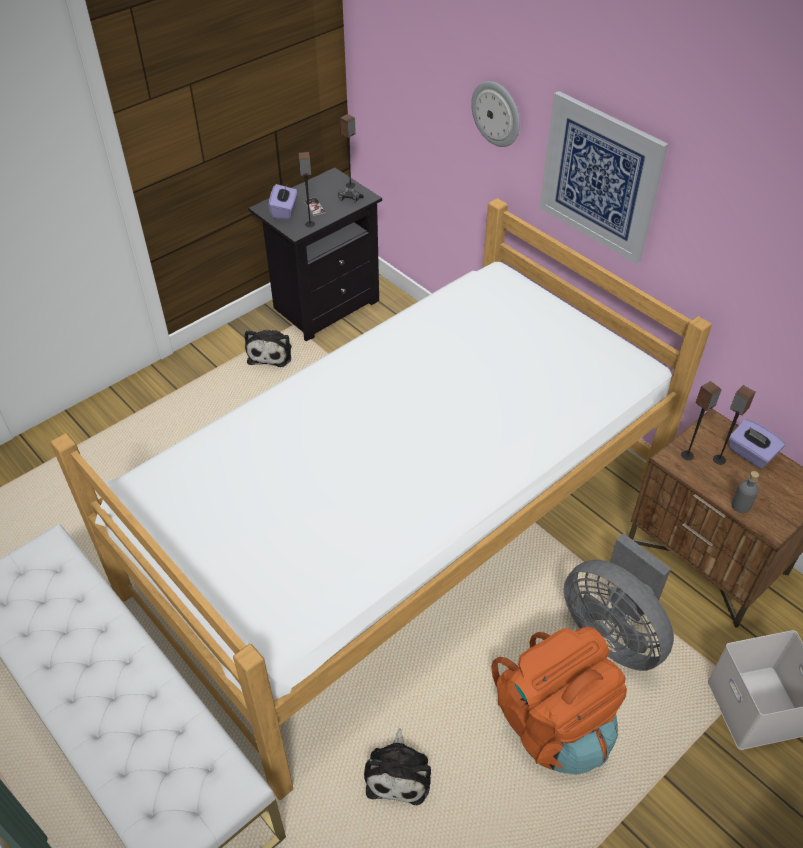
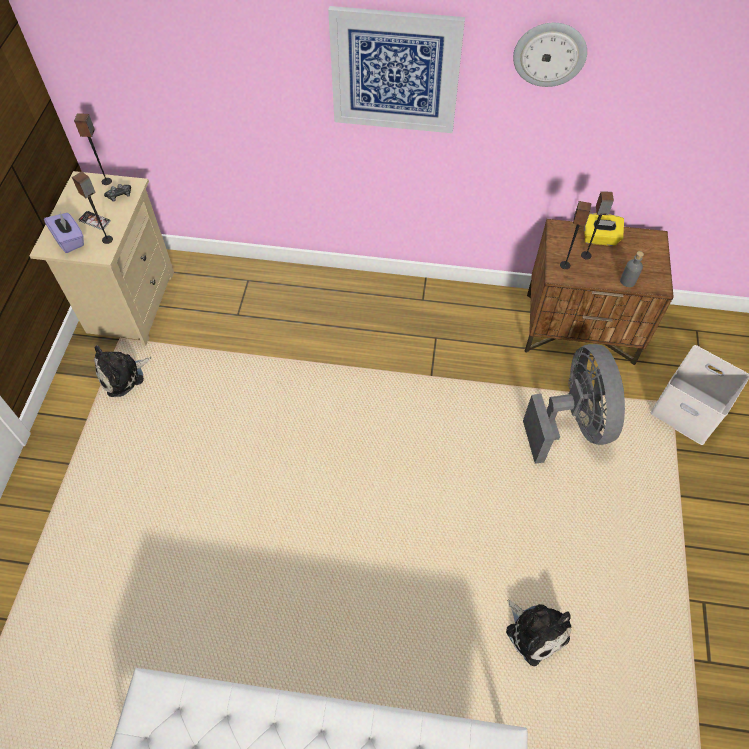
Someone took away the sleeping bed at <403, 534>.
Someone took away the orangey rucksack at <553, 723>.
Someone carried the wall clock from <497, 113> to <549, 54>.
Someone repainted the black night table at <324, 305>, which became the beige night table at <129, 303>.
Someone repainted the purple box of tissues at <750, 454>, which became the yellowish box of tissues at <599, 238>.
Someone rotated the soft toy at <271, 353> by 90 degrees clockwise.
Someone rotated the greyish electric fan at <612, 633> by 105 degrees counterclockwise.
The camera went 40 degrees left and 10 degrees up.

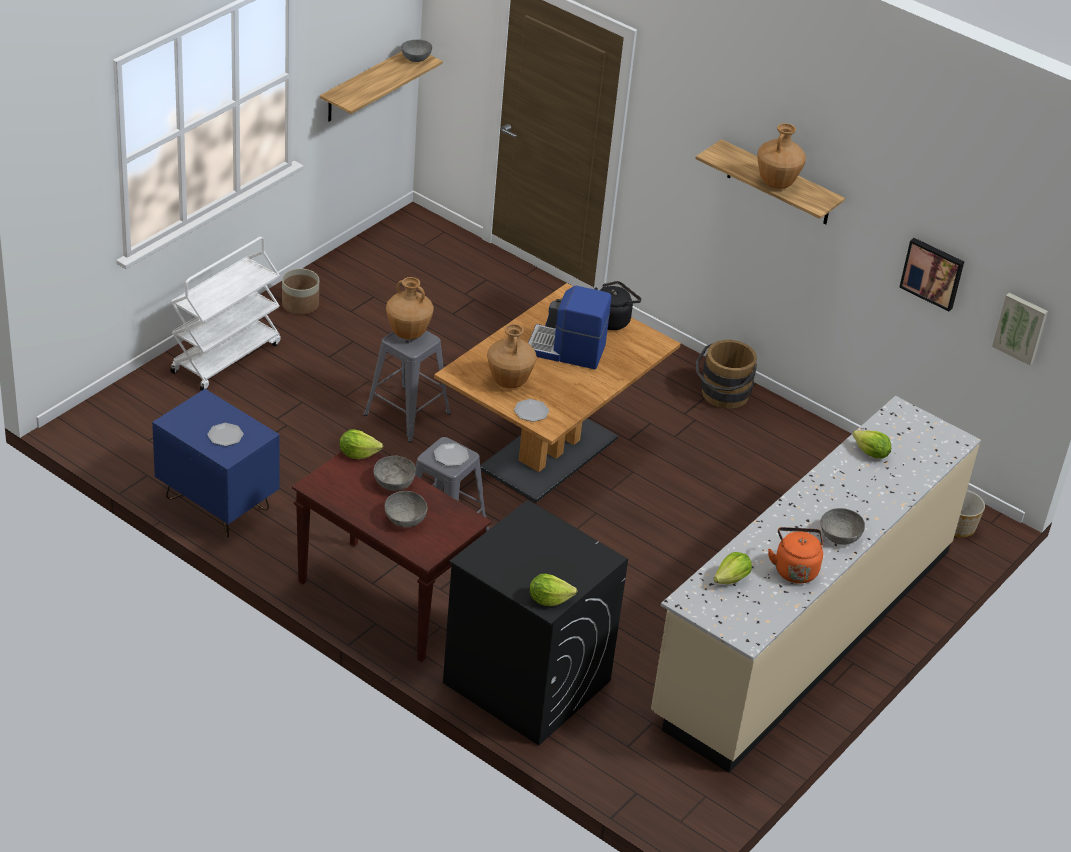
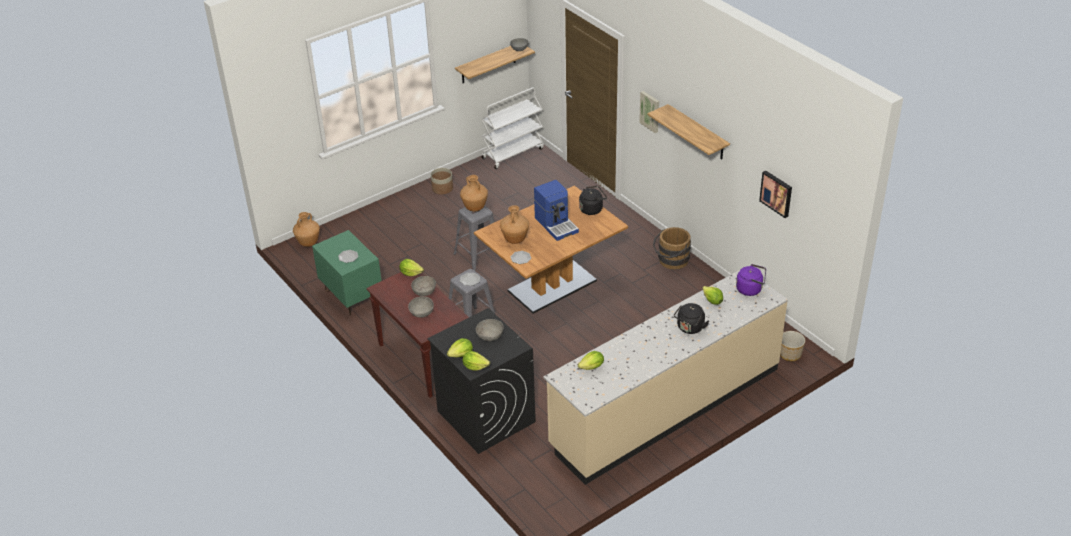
Someone took away the orangey kettle at <795, 569>.
Someone put down the head of lettuce at <461, 354>.
Someone put down the black kettle at <689, 328>.
Someone put down the purple kettle at <750, 289>.
Someone carried the whitish trolley from <226, 357> to <513, 153>.
Someone carried the brown-coloured decorative vase from <776, 183> to <308, 243>.
Someone carried the greyish bowl from <840, 536> to <490, 335>.
Someone carried the wall picture from <1021, 327> to <650, 111>.
Someone repainted the blue night table at <216, 504>, which became the green night table at <351, 296>.
Someone rotated the coffee machine at <566, 351> by 150 degrees counterclockwise.
The camera went 20 degrees right and 0 degrees up.

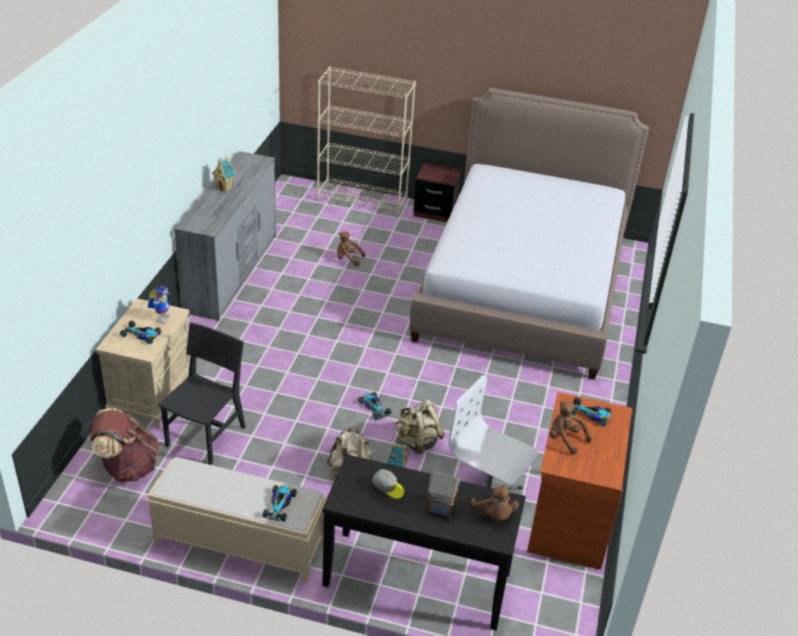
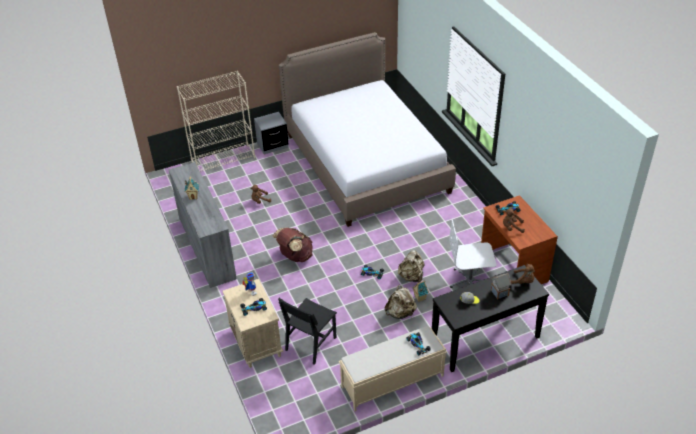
Someone carried the brown-coloured rucksack from <127, 467> to <295, 256>.
Someone repainted the brown-coloured night table at <435, 212>, which became the greyish night table at <272, 145>.
Someone rotated the black plain chair at <206, 436> by 135 degrees counterclockwise.
The camera went 35 degrees left and 5 degrees up.

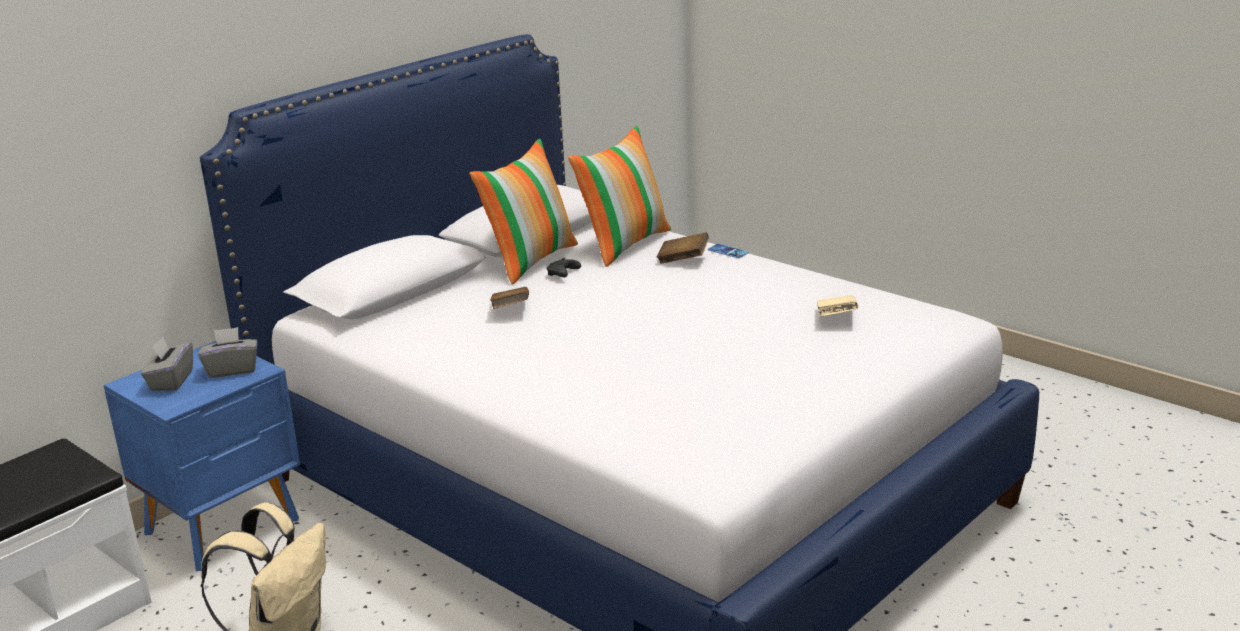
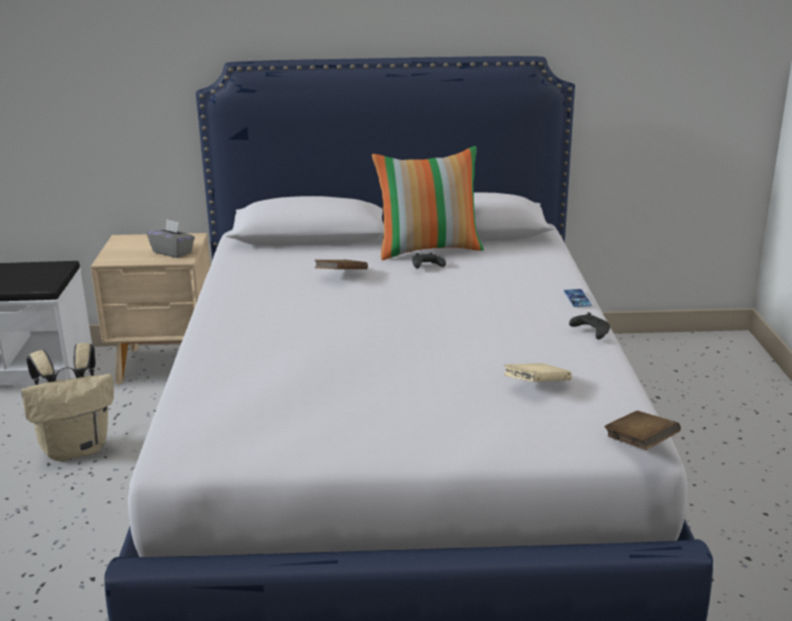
Someone took away the greyish box of tissues at <171, 381>.
Someone took away the pillow at <624, 244>.
Someone put down the black joypad at <590, 332>.
Someone carried the brown-coloured bound book from <683, 260> to <640, 444>.
Someone repainted the blue night table at <225, 526>, which became the beige night table at <168, 366>.
The camera went 45 degrees right and 0 degrees up.

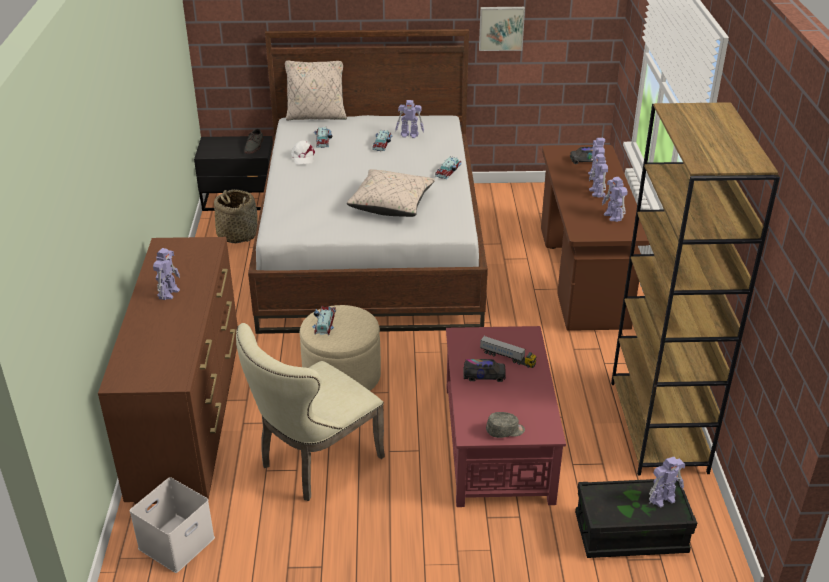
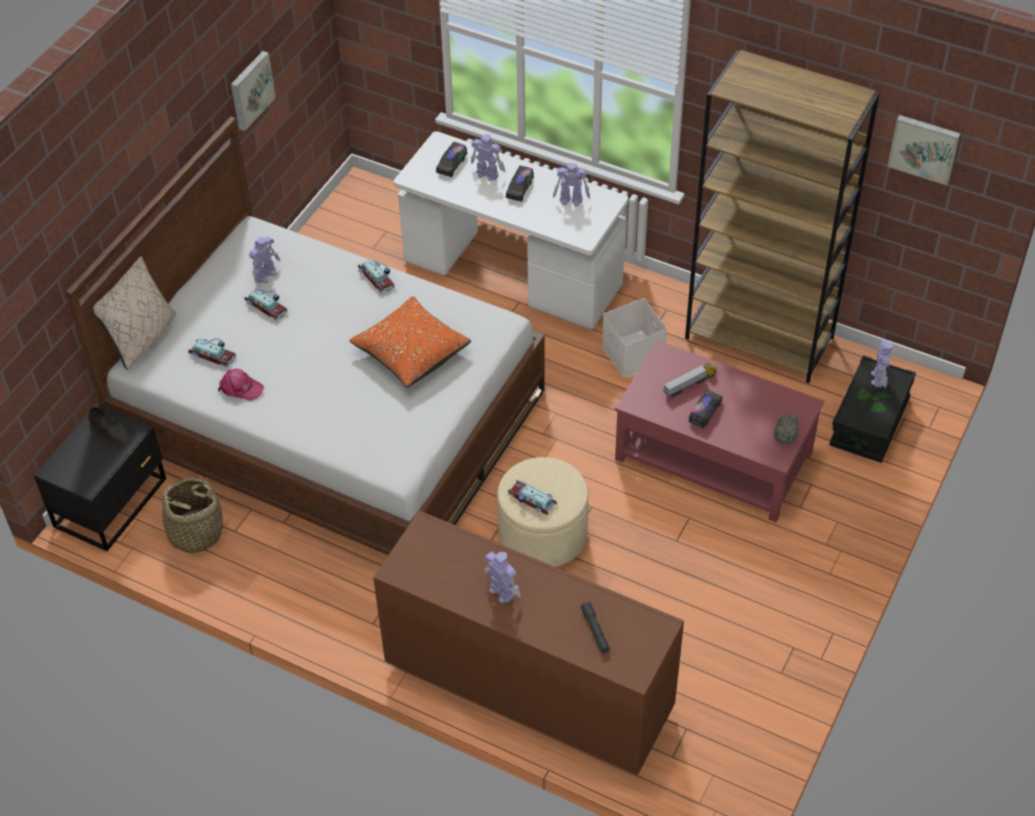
Someone took away the beige plain chair at <314, 463>.
Someone put down the greyish flashlight at <595, 630>.
Someone put up the wall picture at <924, 147>.
Someone carried the whitish storage box from <176, 541> to <631, 353>.
Someone swapped the model robot at <597, 192> for the model truck at <520, 189>.
Someone repainted the whitish baseball cap at <303, 157>, which became the pink baseball cap at <240, 388>.
Someone repainted the beige pillow at <391, 204>, which became the orangey pillow at <411, 353>.
Someone repainted the brown-coloured desk at <583, 276>, which became the whitish desk at <512, 273>.
The camera went 60 degrees left and 15 degrees up.

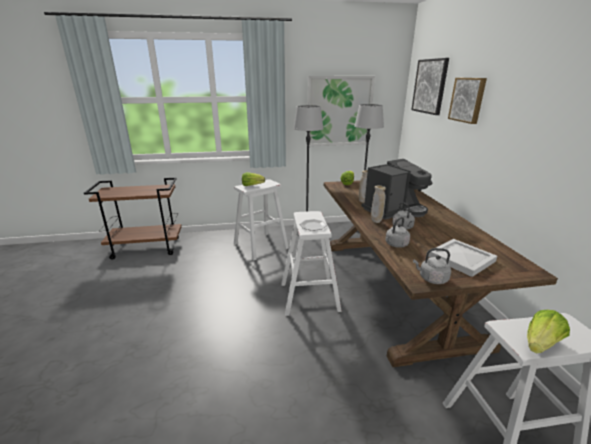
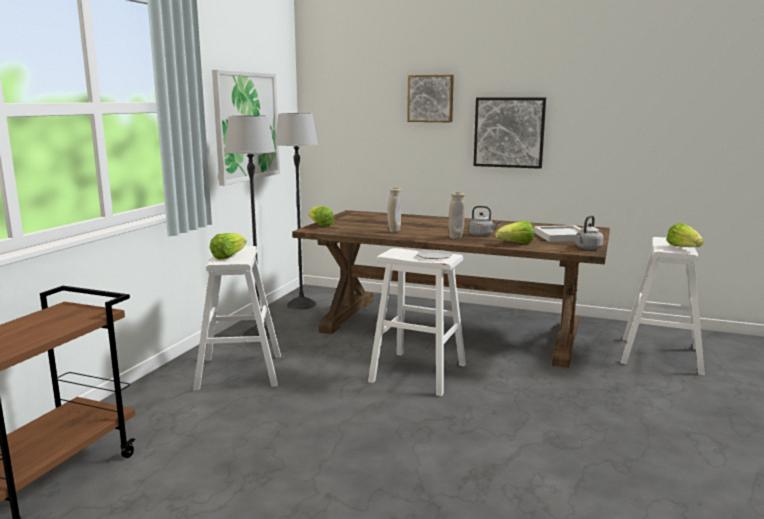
Someone took away the coffee machine at <394, 210>.
Someone carried the wall picture from <430, 86> to <509, 132>.
Someone swapped the greyish kettle at <395, 244> for the head of lettuce at <516, 244>.
The camera went 60 degrees left and 10 degrees down.

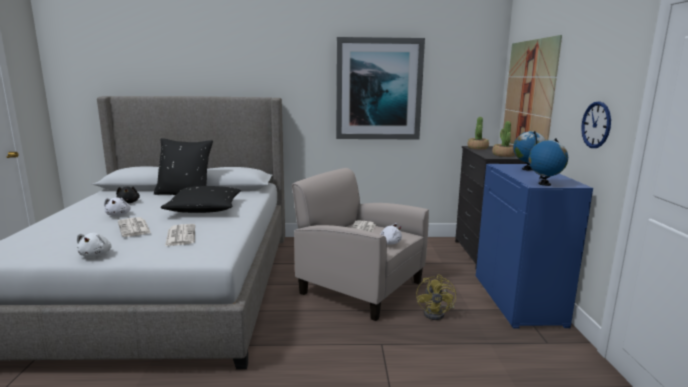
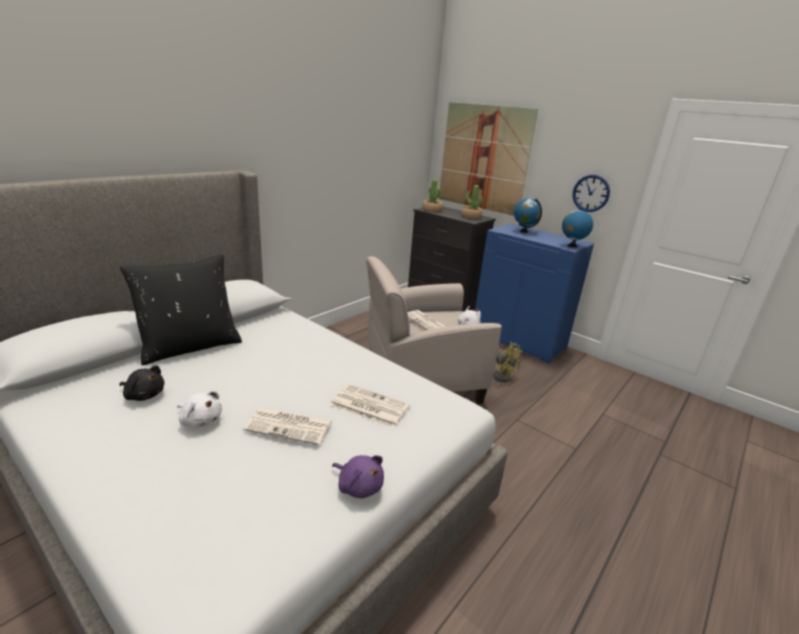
Someone took away the black pillow at <204, 209>.
Someone took away the wall picture at <378, 89>.
Someone repainted the whitish soft toy at <96, 254>, which became the purple soft toy at <359, 486>.
The camera went 50 degrees left and 10 degrees up.

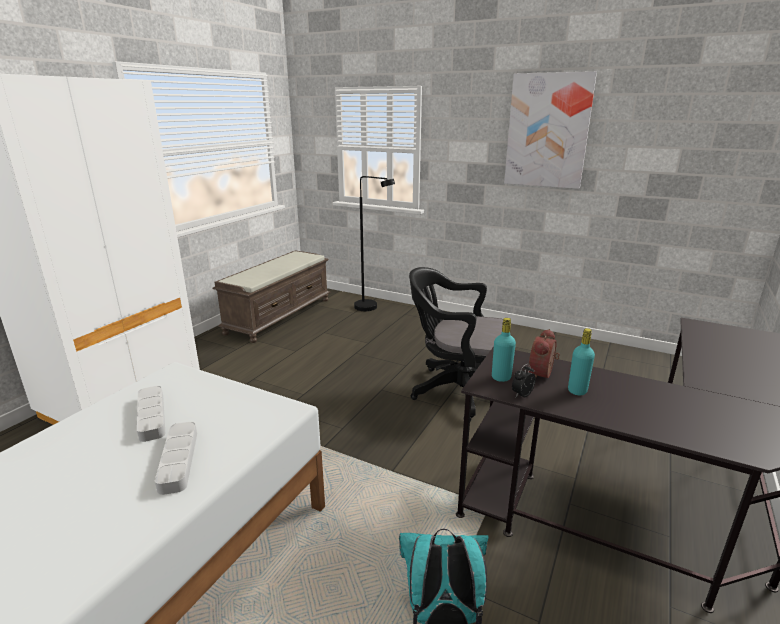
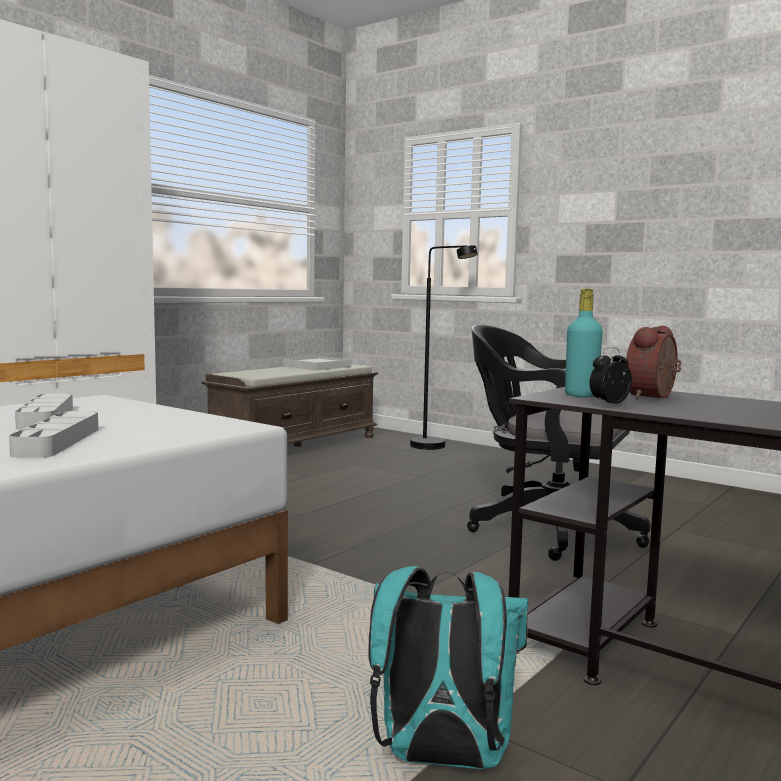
Someone took away the wall picture at <547, 131>.
Someone took away the turquoise-coloured bottle at <577, 391>.
Someone put down the whitish tray at <317, 366>.
The camera went 10 degrees right and 15 degrees down.

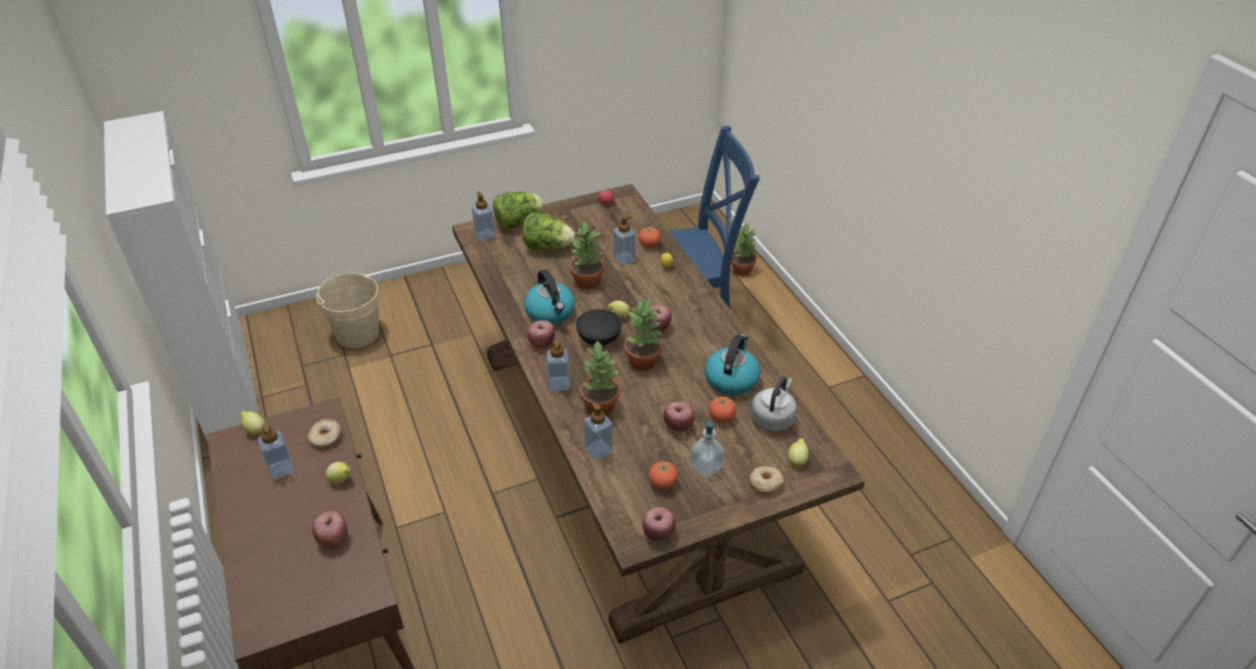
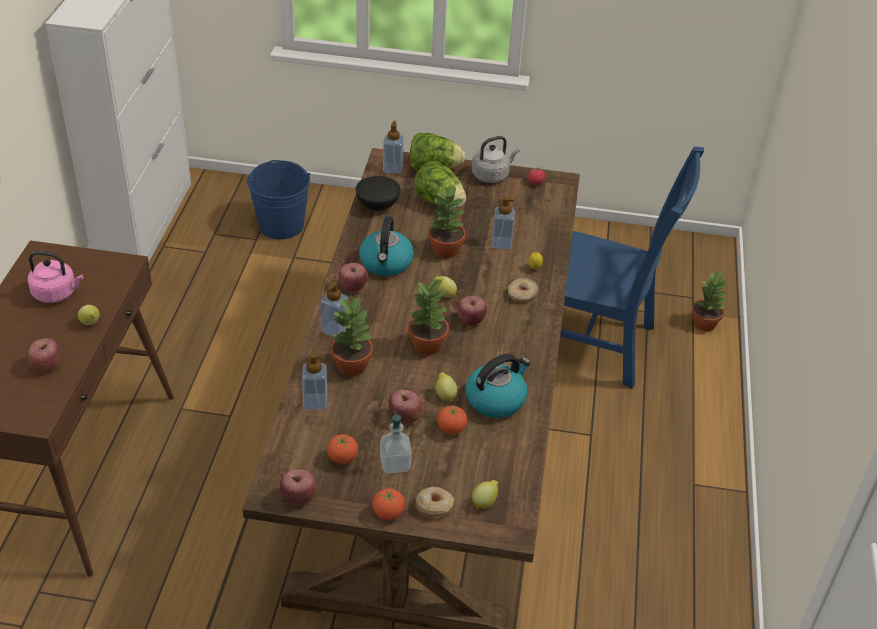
Someone carried the whole lemon from <255, 430> to <445, 395>.
Someone carried the donut from <326, 438> to <522, 295>.
Someone carried the black bowl from <599, 338> to <378, 204>.
Someone carried the fresh tomato from <649, 245> to <388, 513>.
Someone carried the greyish kettle from <773, 418> to <492, 175>.
Someone swapped the liquid soap bottle at <281, 469> for the pink kettle at <57, 293>.
Someone repainted the beige water bucket at <357, 333>, which became the blue water bucket at <281, 225>.
The camera went 30 degrees right and 0 degrees up.

